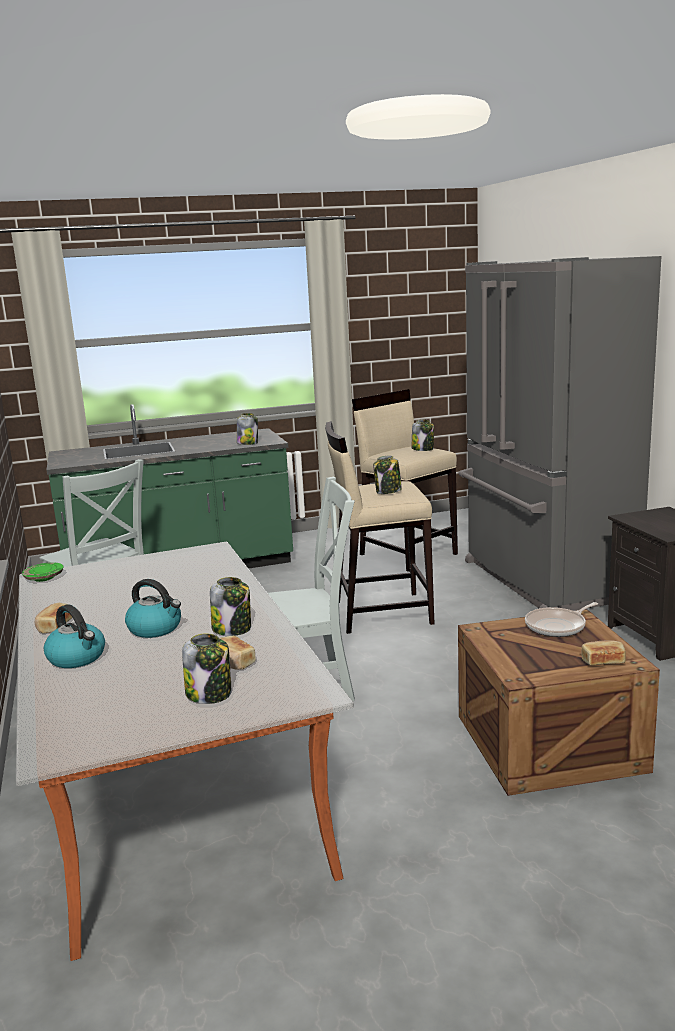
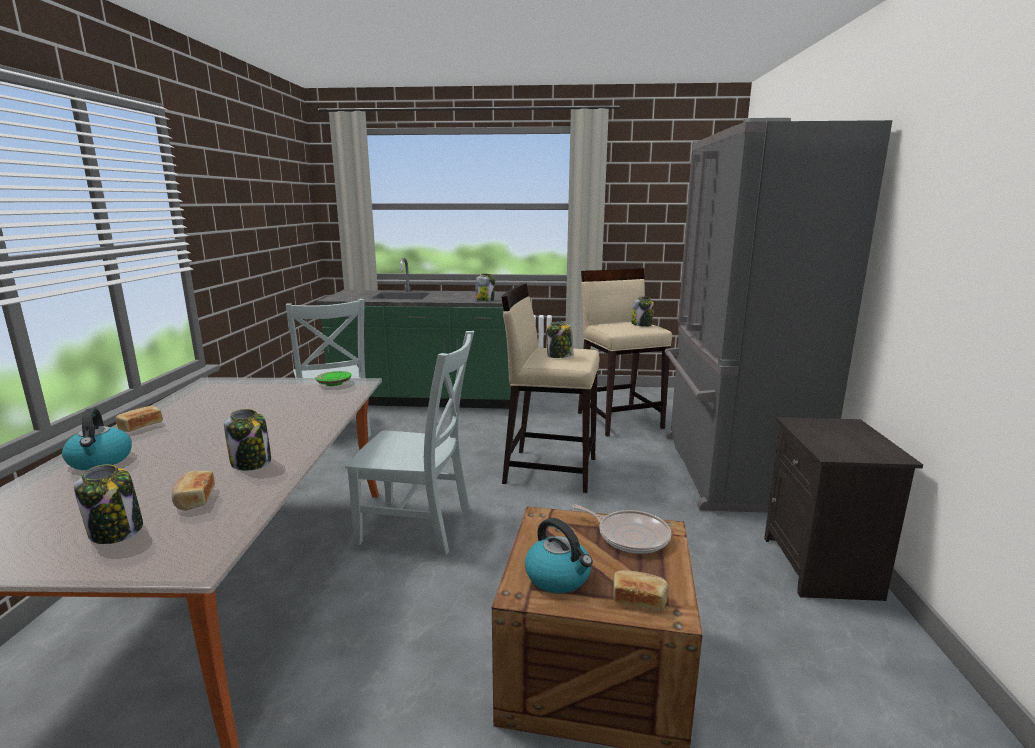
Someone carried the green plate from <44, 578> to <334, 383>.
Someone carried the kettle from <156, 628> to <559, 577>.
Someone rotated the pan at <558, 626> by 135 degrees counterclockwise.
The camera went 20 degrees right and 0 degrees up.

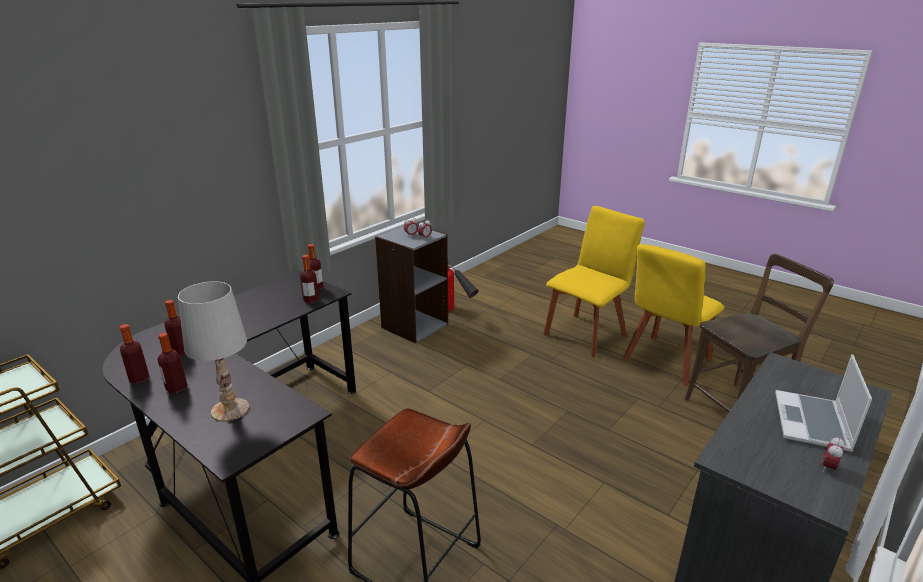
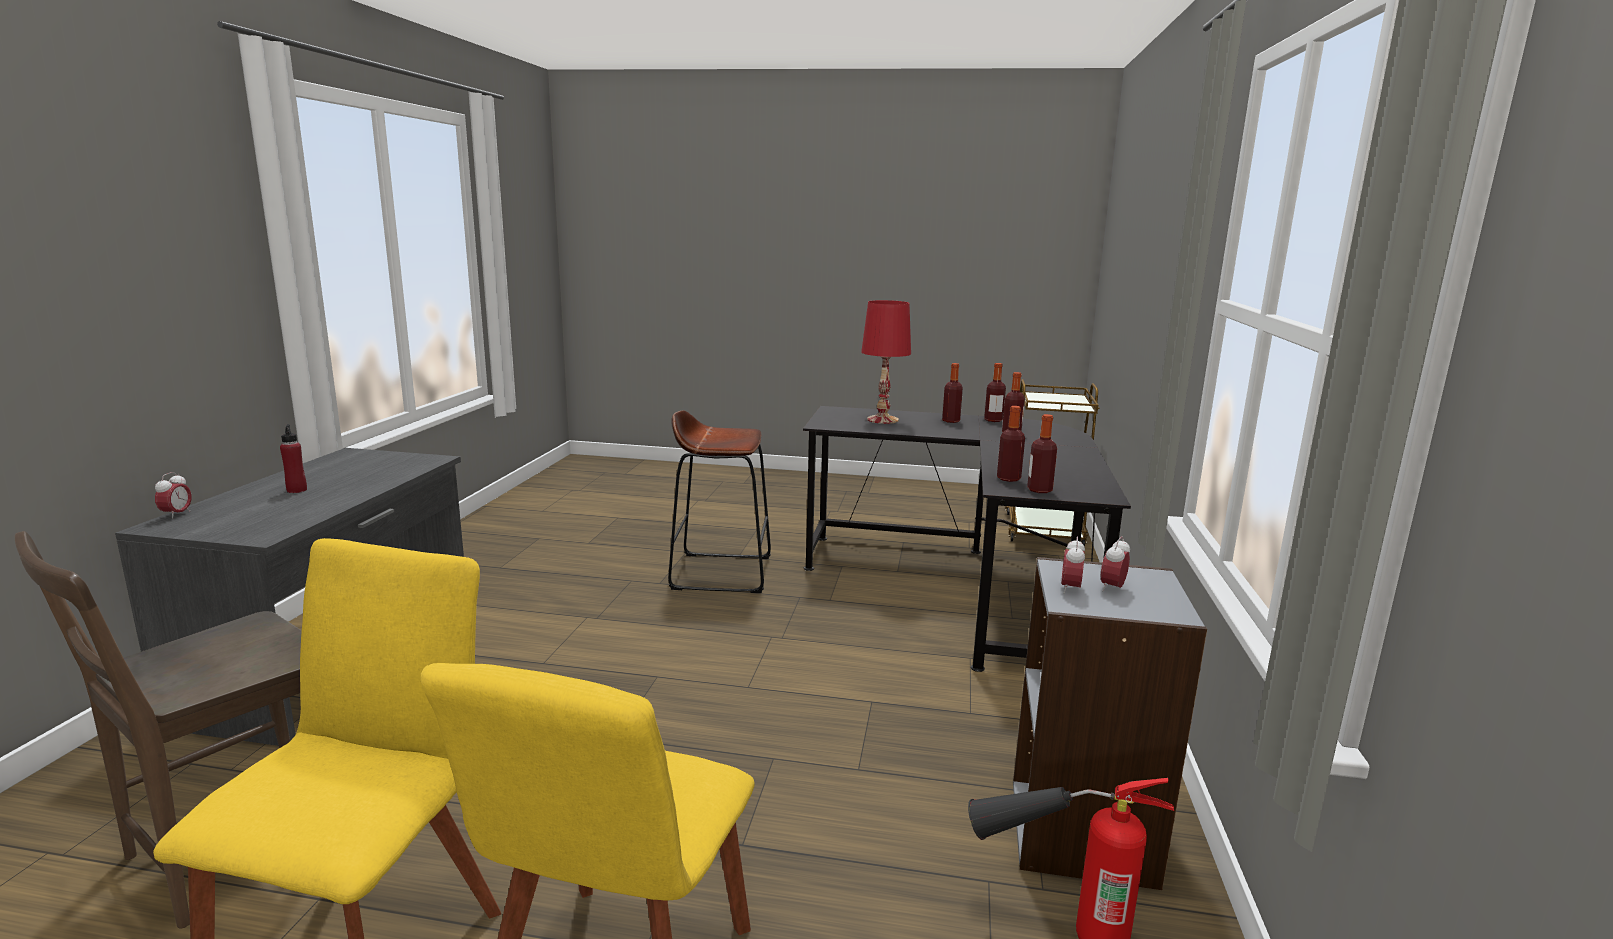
Someone carried the table clock from <828, 468> to <176, 514>.
Someone swapped the laptop at <812, 423> for the red-coloured bottle at <297, 490>.
Someone repainted the whitish table lamp at <230, 410>, which became the red-coloured table lamp at <882, 420>.
The camera went 150 degrees right and 10 degrees down.

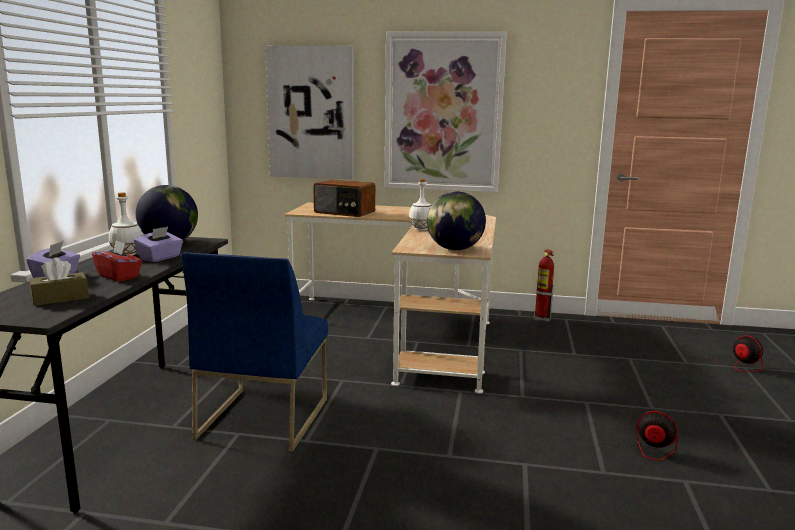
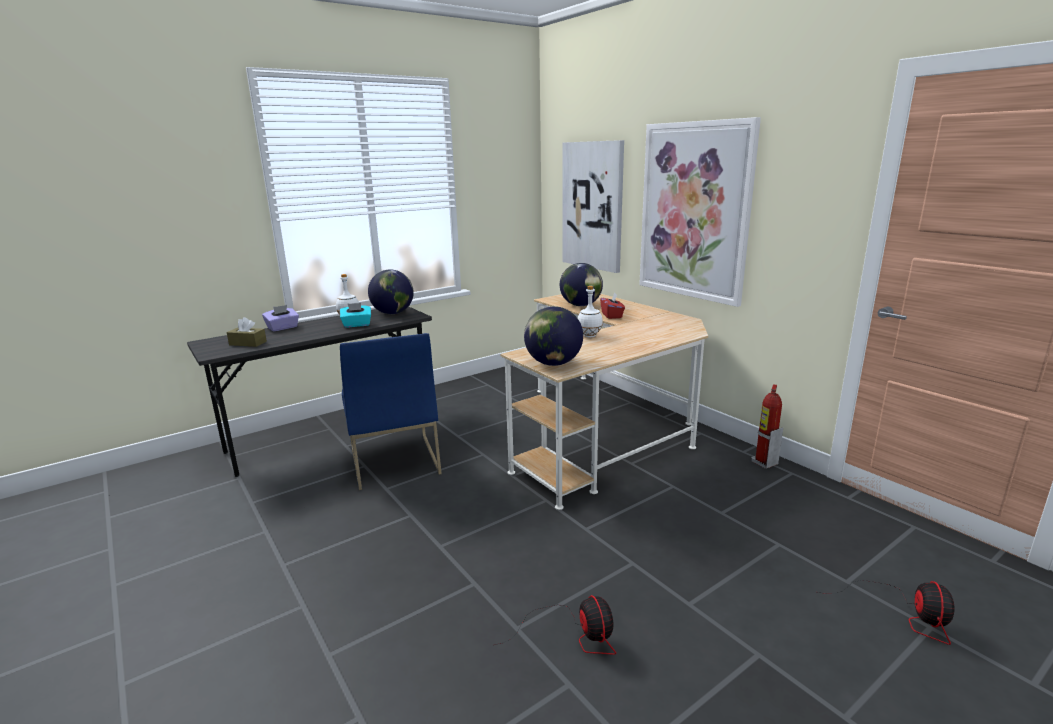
Someone carried the red-coloured box of tissues from <119, 276> to <612, 315>.
Someone swapped the radio set at <344, 212> for the world globe at <581, 305>.
Someone repainted the purple box of tissues at <160, 258>, which became the turquoise-coloured box of tissues at <357, 325>.
Someone rotated the blue plain chair at <263, 417> by 75 degrees counterclockwise.
The camera went 45 degrees right and 5 degrees up.

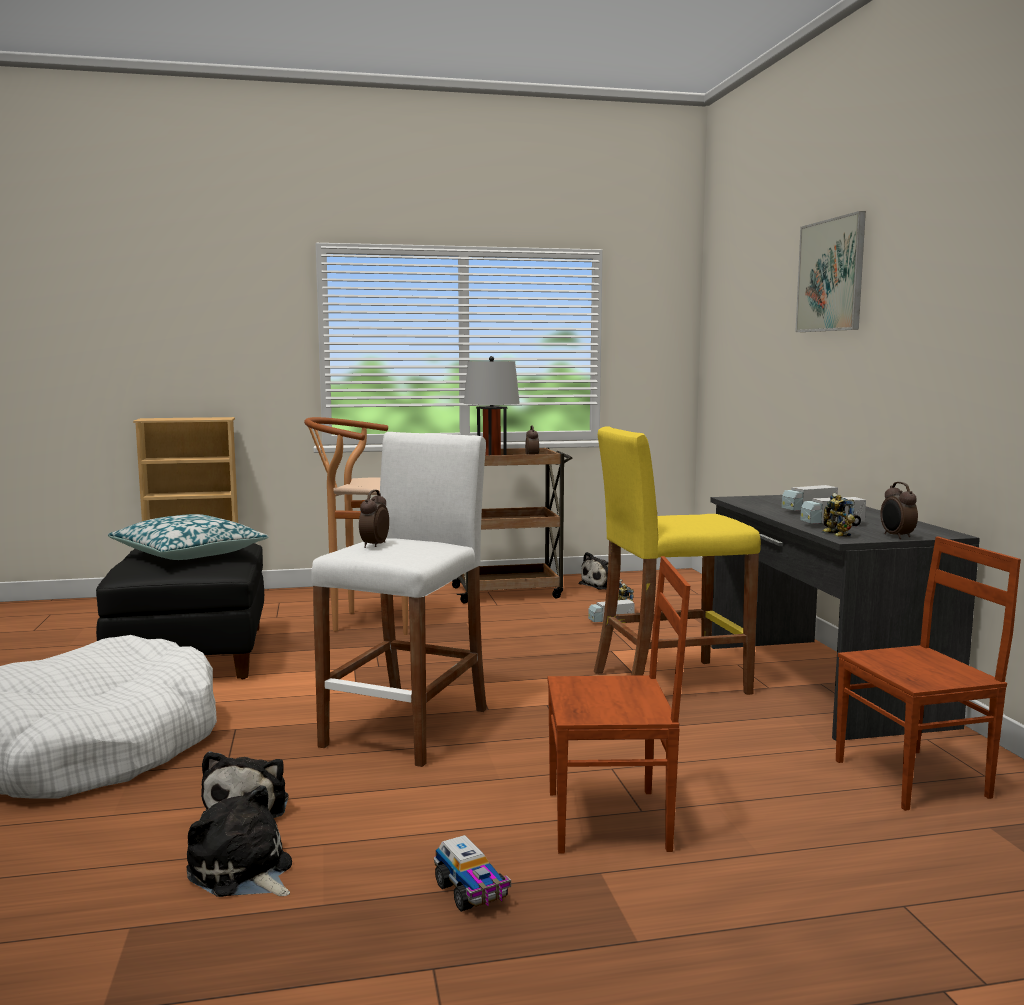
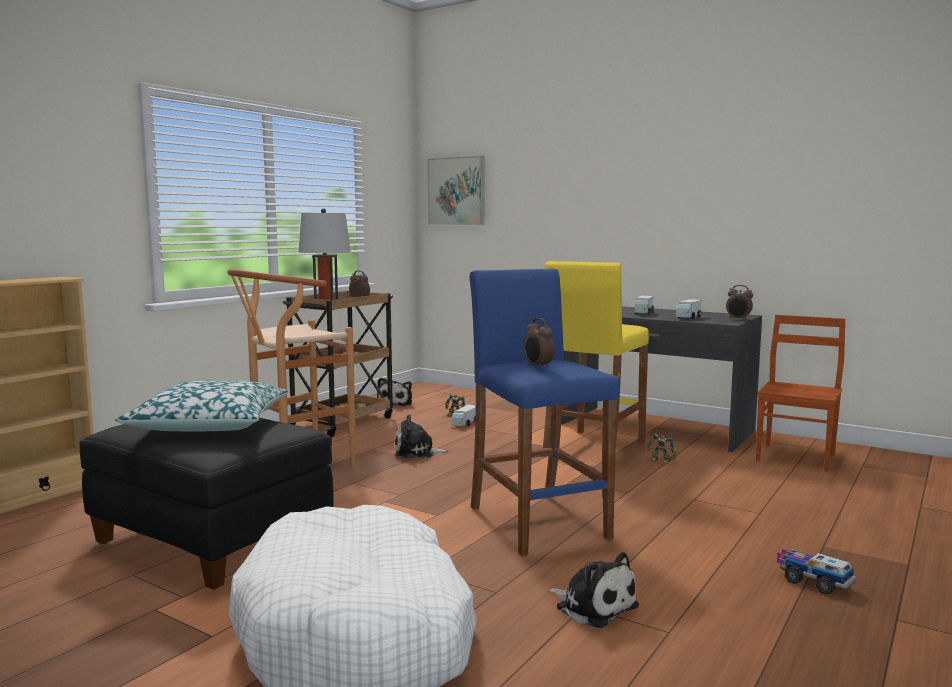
Someone took away the brown-coloured plain chair at <610, 821>.
Someone carried the soft toy from <242, 872> to <417, 452>.
Someone carried the wall picture from <831, 275> to <456, 191>.
Someone carried the model robot from <834, 534> to <660, 461>.
Someone repainted the whitish sitting stool at <408, 727>, which became the blue sitting stool at <537, 522>.
Someone rotated the model truck at <471, 892> by 150 degrees counterclockwise.
The camera went 45 degrees left and 0 degrees up.

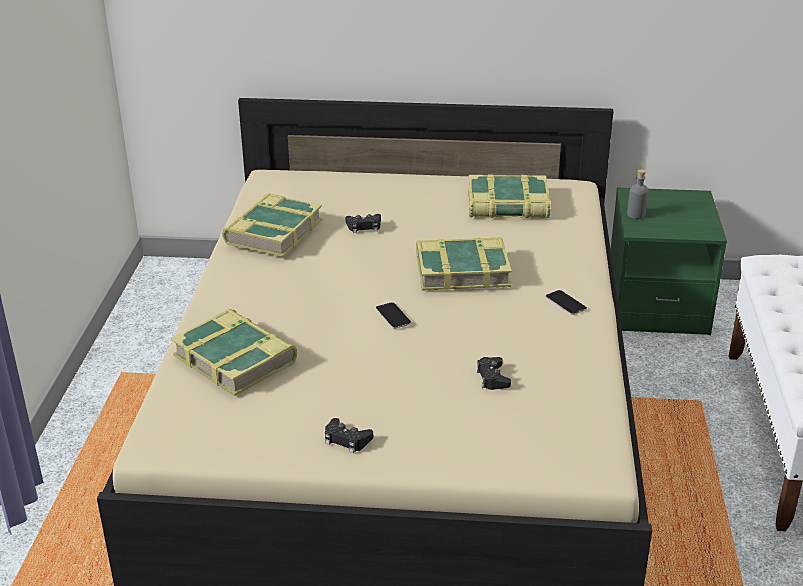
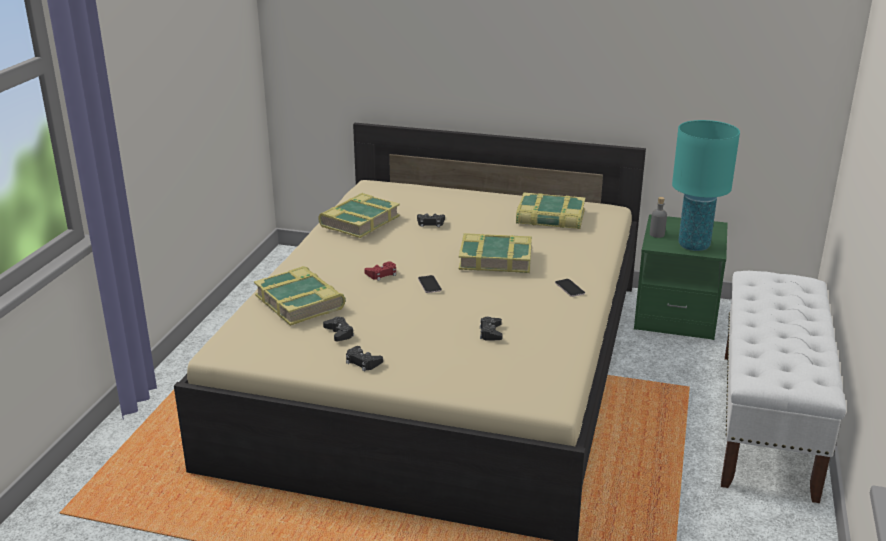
Someone put down the black joypad at <339, 333>.
Someone put down the red-coloured joypad at <382, 274>.
Someone put down the turquoise-coloured table lamp at <694, 245>.
The camera went 10 degrees right and 5 degrees down.

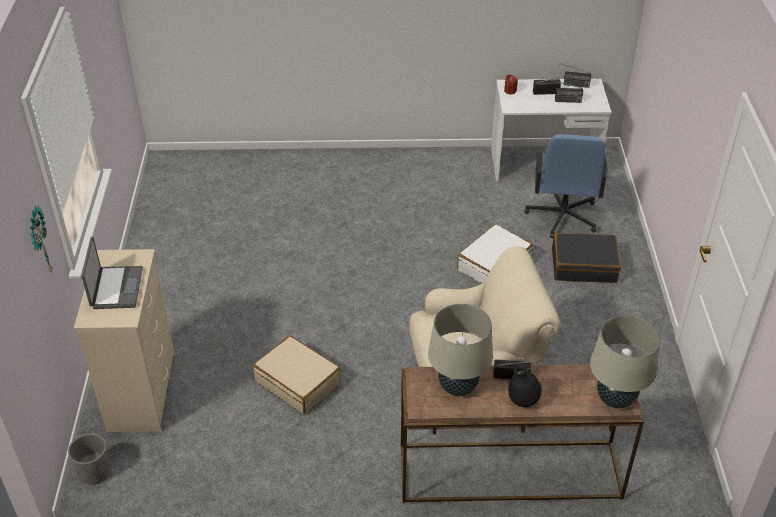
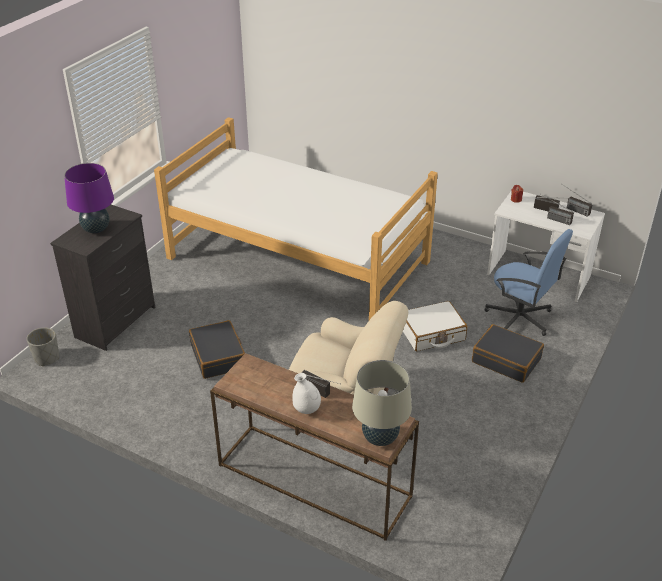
Someone took away the wall clock at <38, 242>.
Someone took away the beige table lamp at <458, 386>.
Someone put down the sleeping bed at <297, 259>.
Someone swapped the laptop at <115, 288> for the purple table lamp at <96, 229>.
Someone repainted the beige dresser at <142, 391>, which became the black dresser at <116, 322>.
Someone repainted the beige suitcase at <298, 382>, which became the black suitcase at <218, 356>.
Someone repainted the black decorative vase at <523, 401>, which became the whitish decorative vase at <306, 409>.
Someone rotated the blue office chair at <562, 216> by 90 degrees counterclockwise.
The camera went 30 degrees right and 5 degrees down.

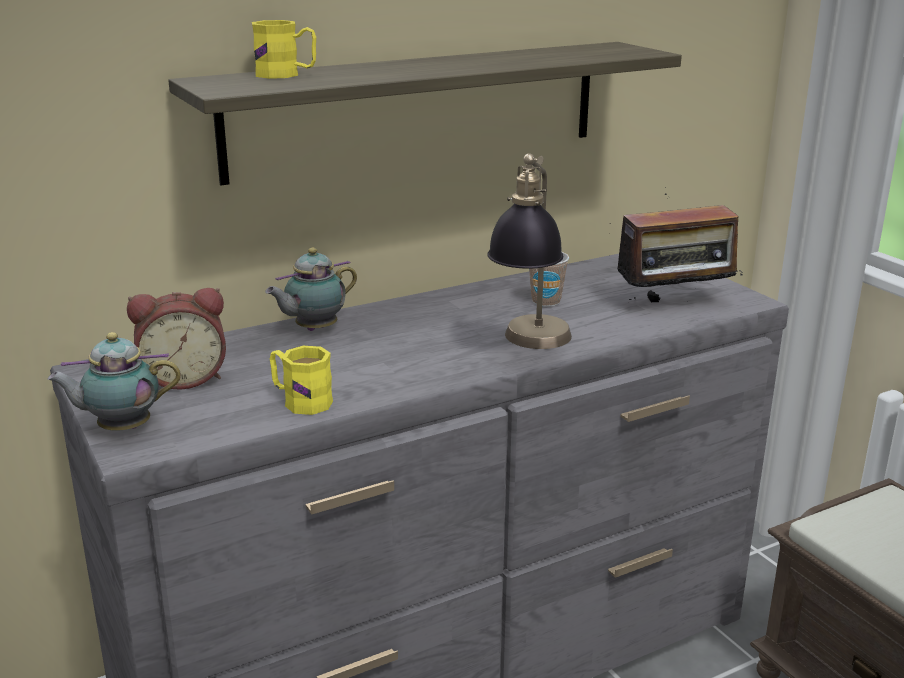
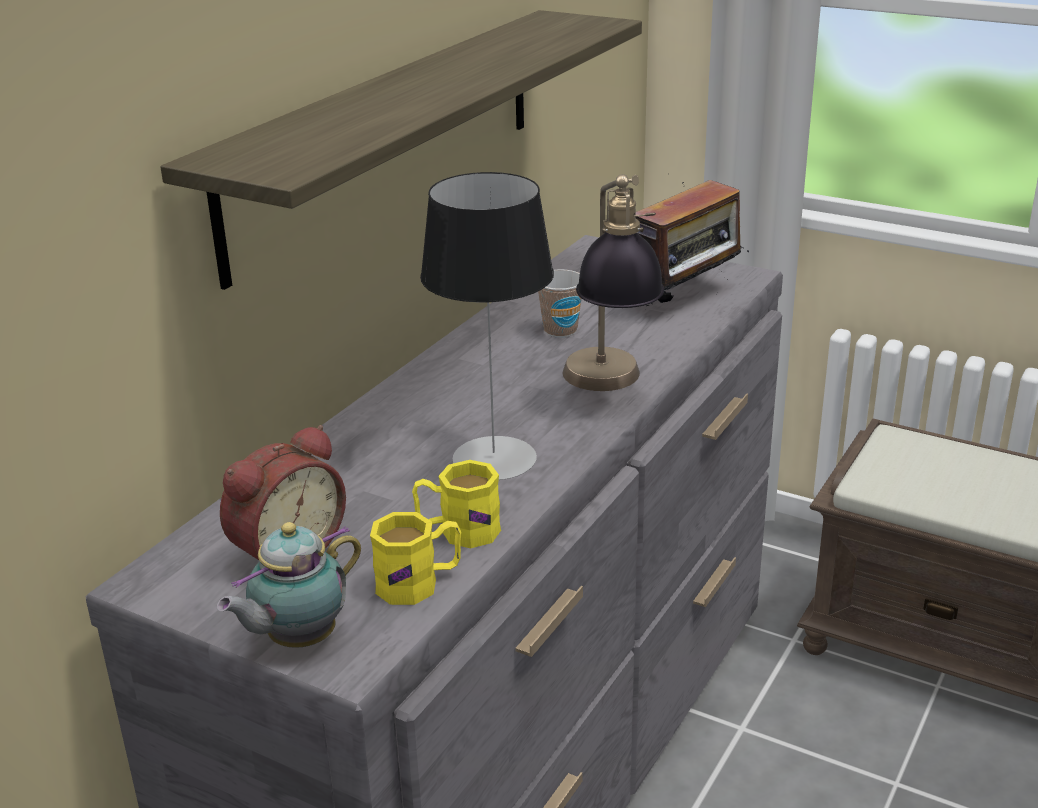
Someone took away the tea pot at <313, 329>.
Someone put down the table lamp at <494, 458>.
Someone carried the yellowish mug from <286, 75> to <419, 583>.
The camera went 30 degrees left and 5 degrees up.

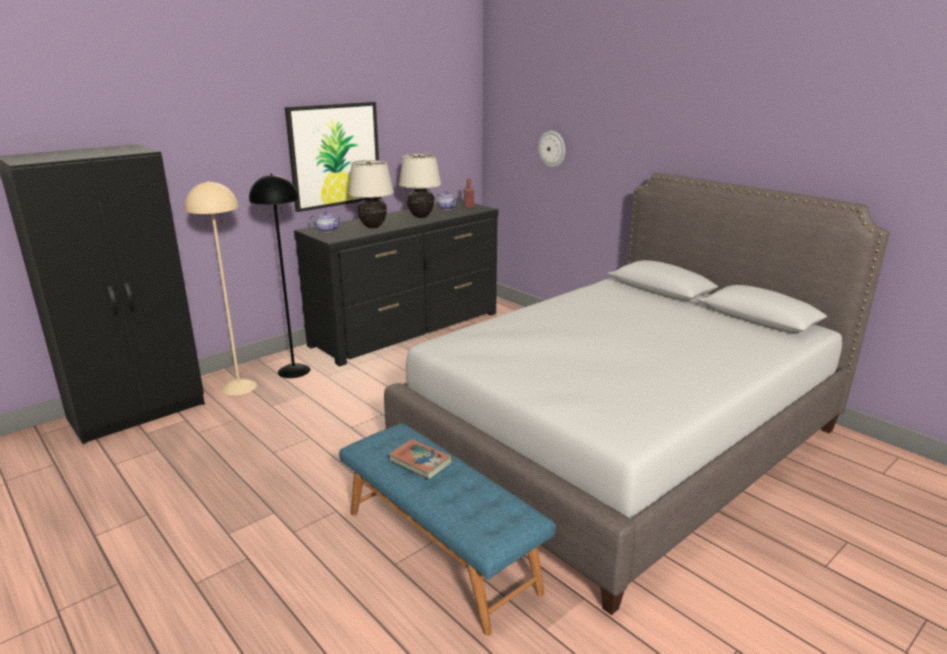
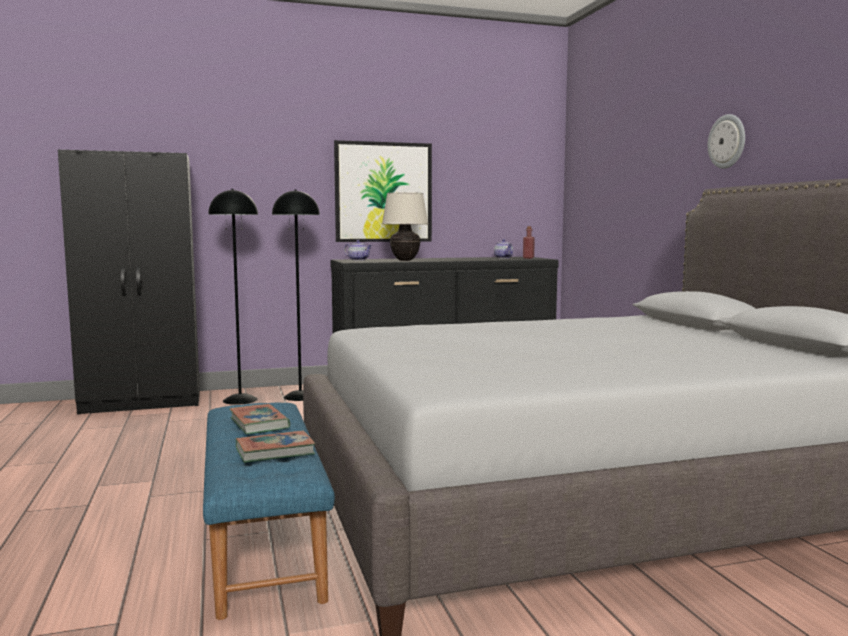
Someone took away the beige table lamp at <420, 216>.
Someone put down the bound book at <275, 451>.
Someone carried the wall clock from <552, 149> to <727, 141>.
Someone repainted the beige standard lamp at <239, 387>, which became the black standard lamp at <240, 400>.
The camera went 25 degrees right and 15 degrees down.

